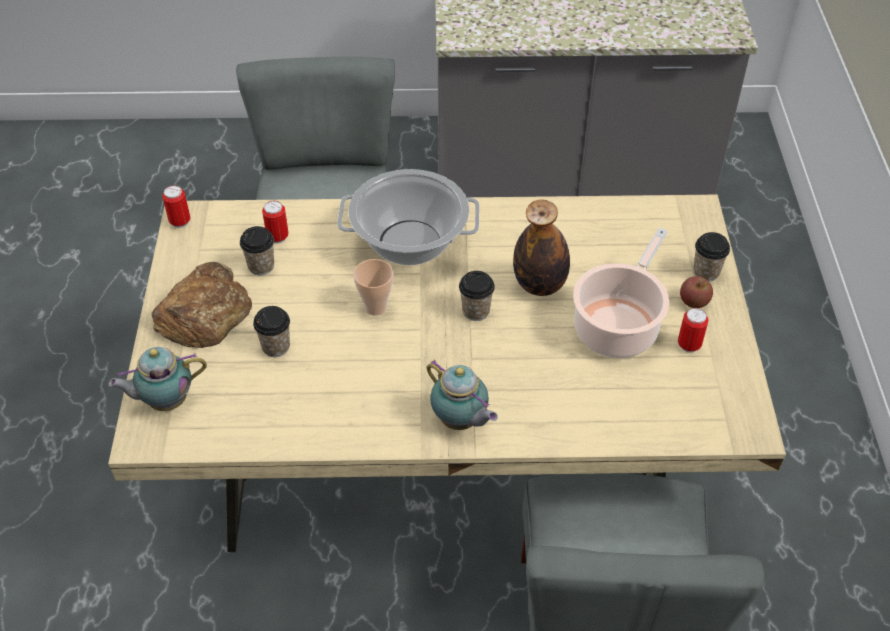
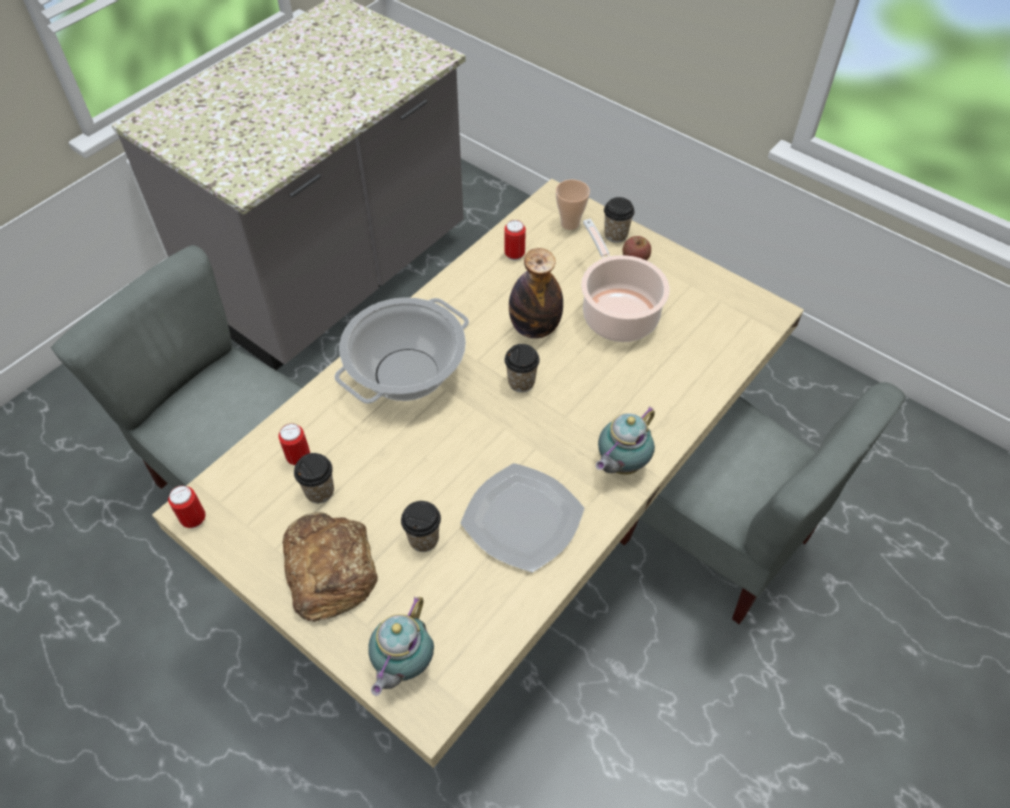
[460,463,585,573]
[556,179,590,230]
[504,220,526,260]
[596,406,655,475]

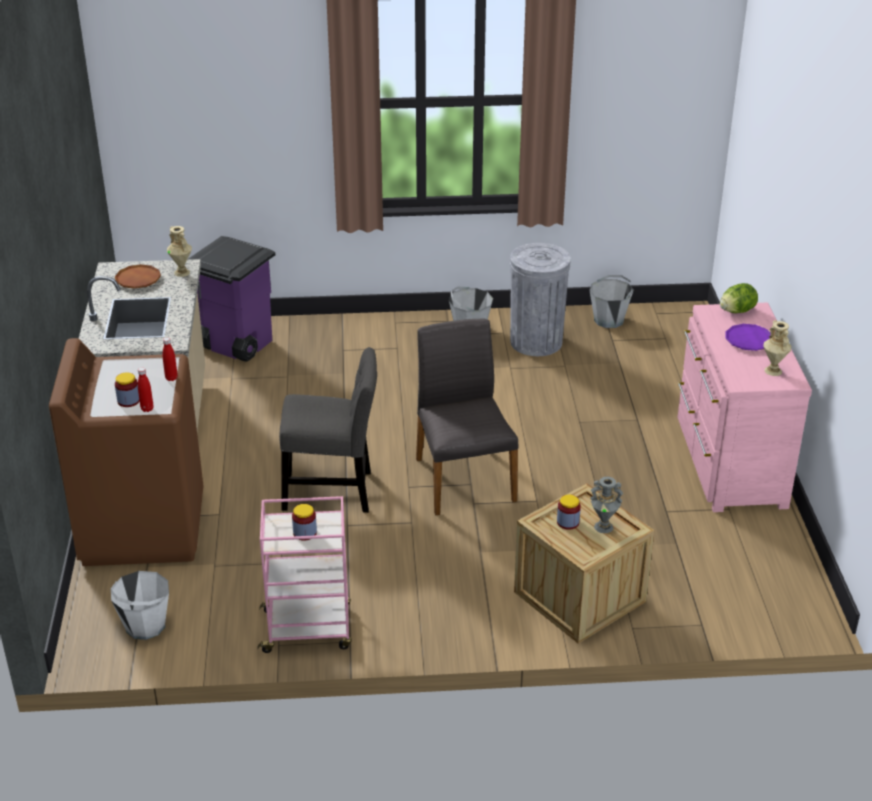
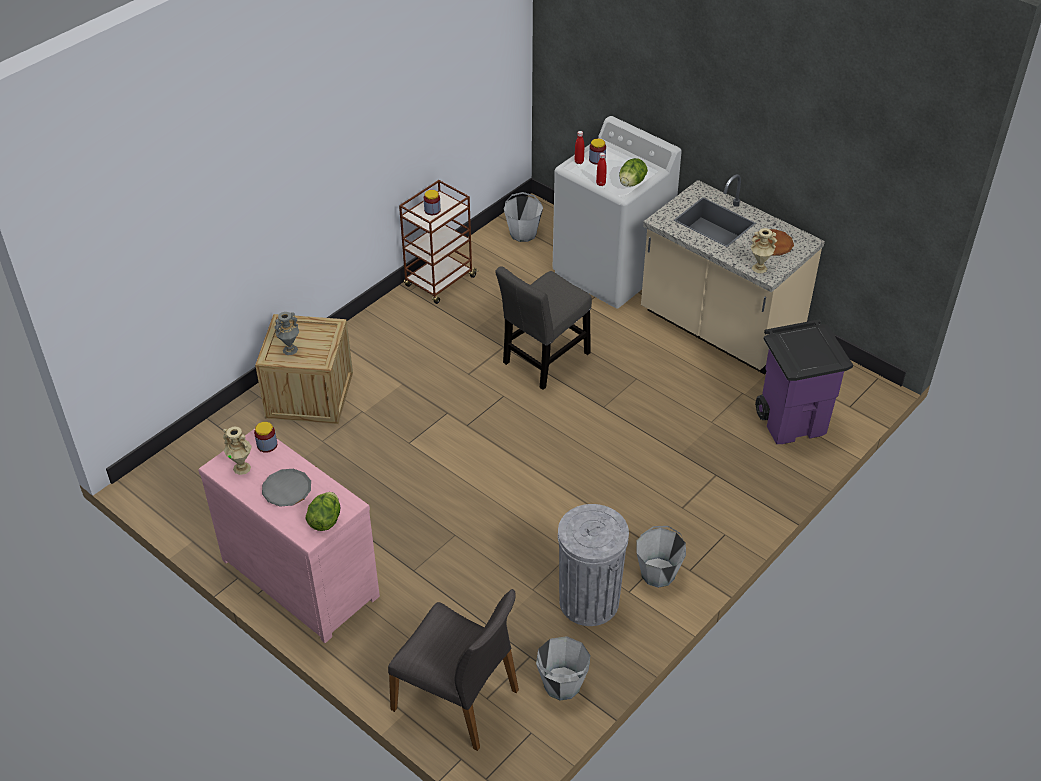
[619,158,648,186]
[388,589,519,751]
[254,422,277,453]
[553,116,681,308]
[399,180,479,304]
[262,469,311,506]

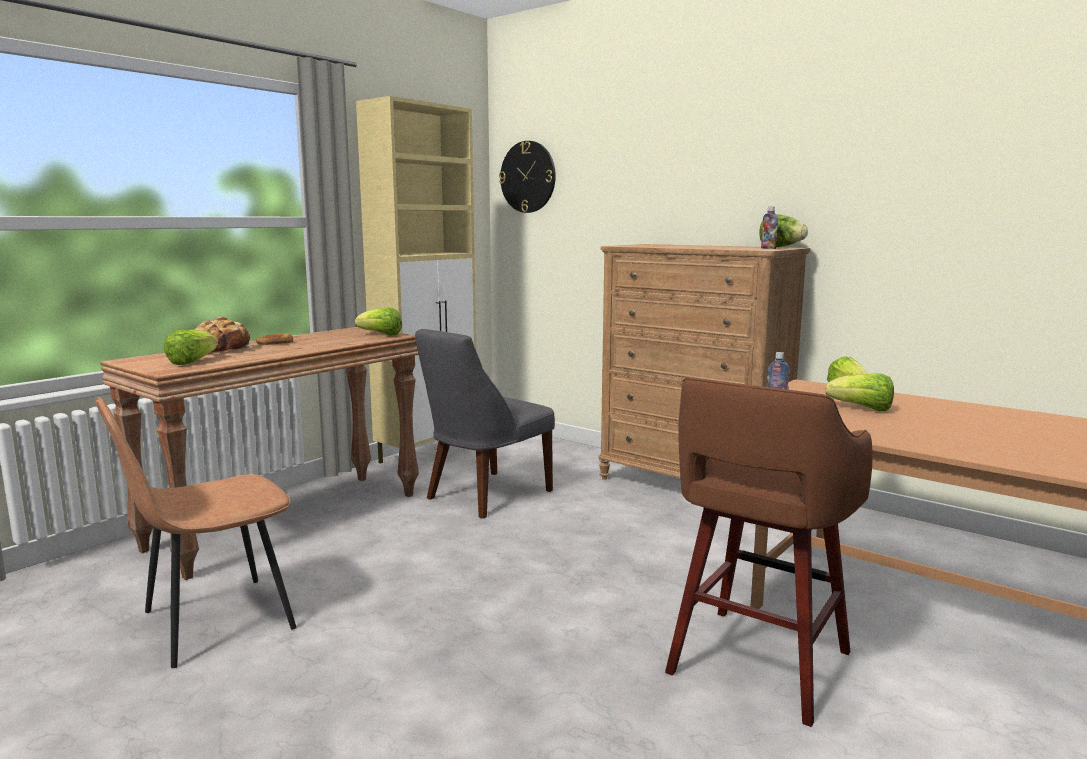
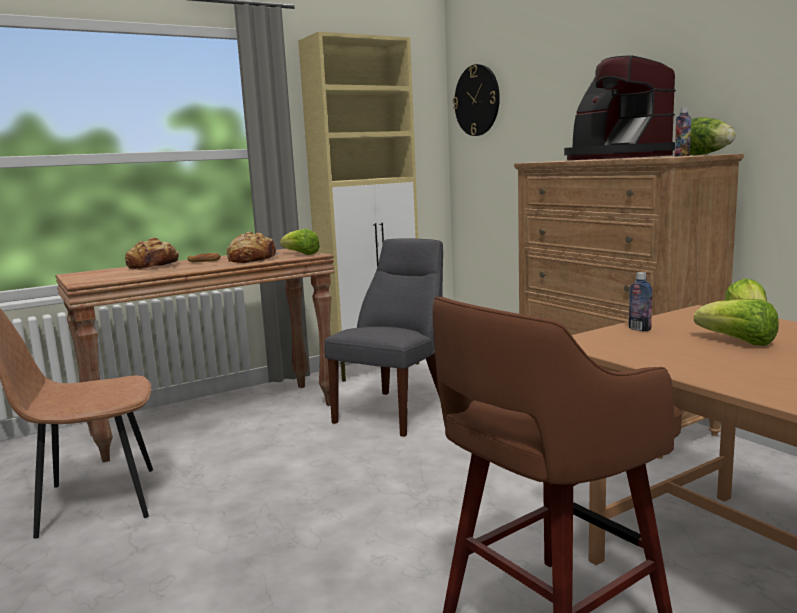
[164,329,218,365] (first image)
[227,232,280,263]
[564,55,676,160]
[324,238,443,437]

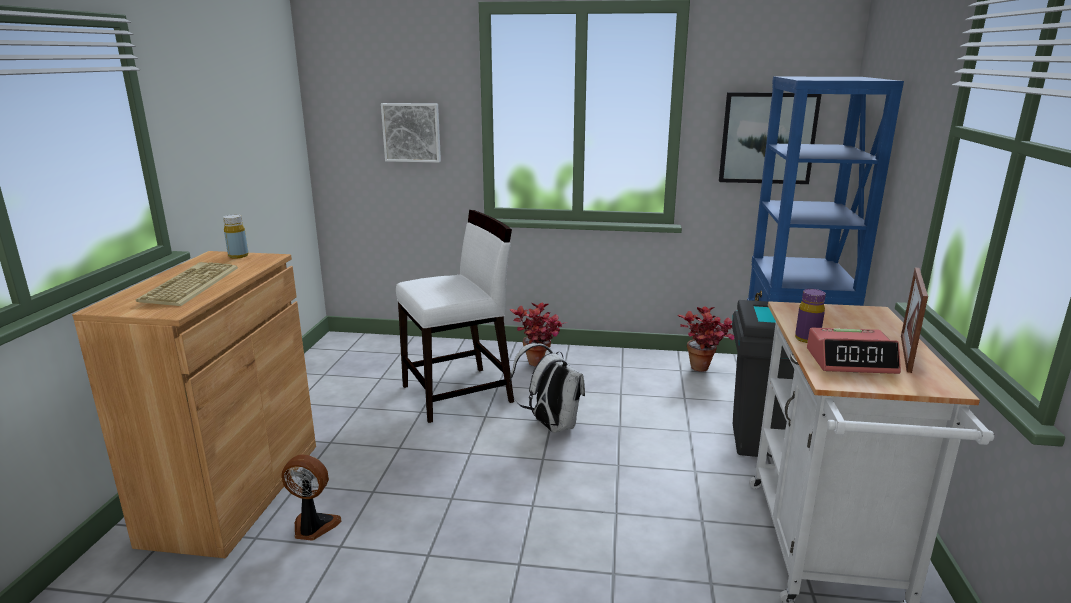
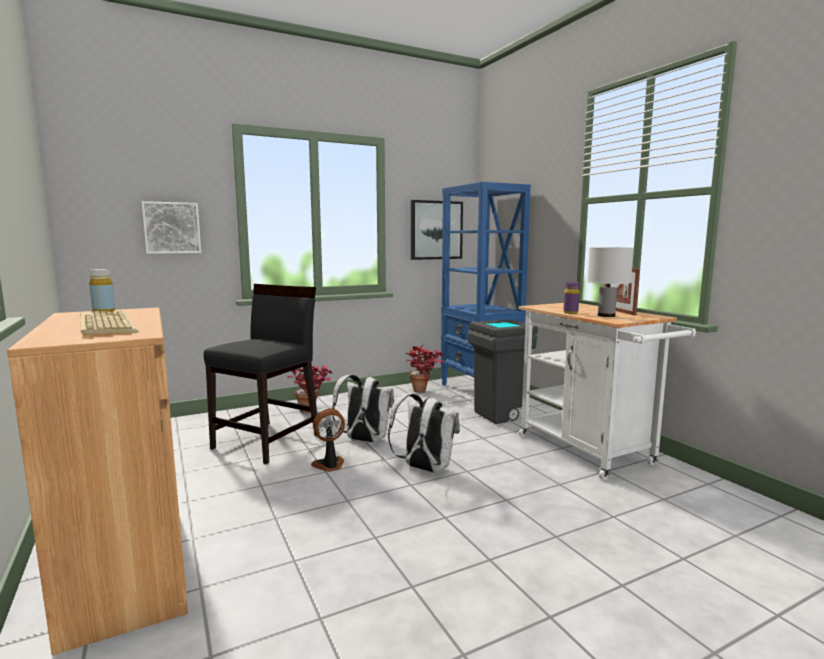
[388,393,460,473]
[311,408,345,472]
[587,247,634,317]
[204,284,320,464]

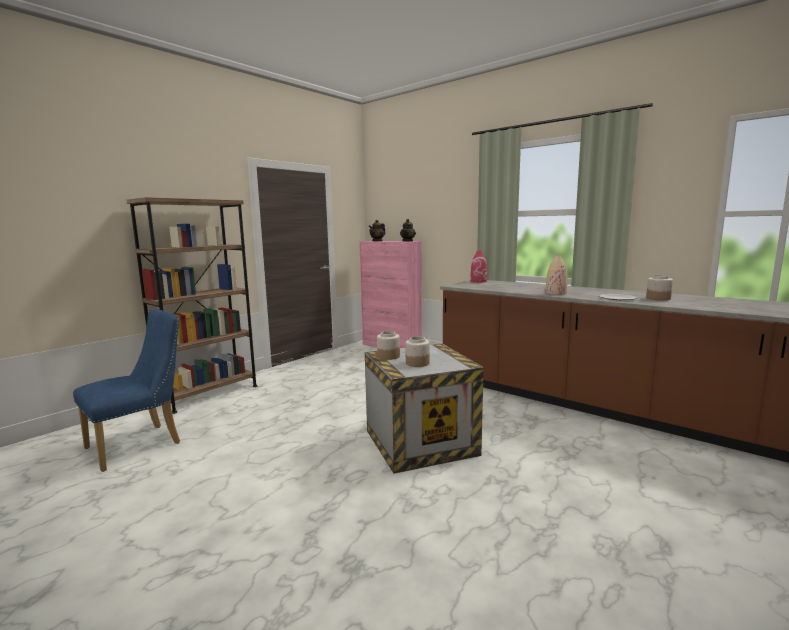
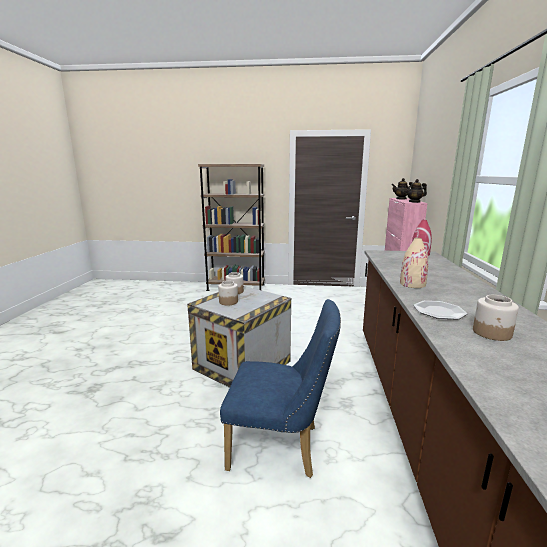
[220,299,341,478]

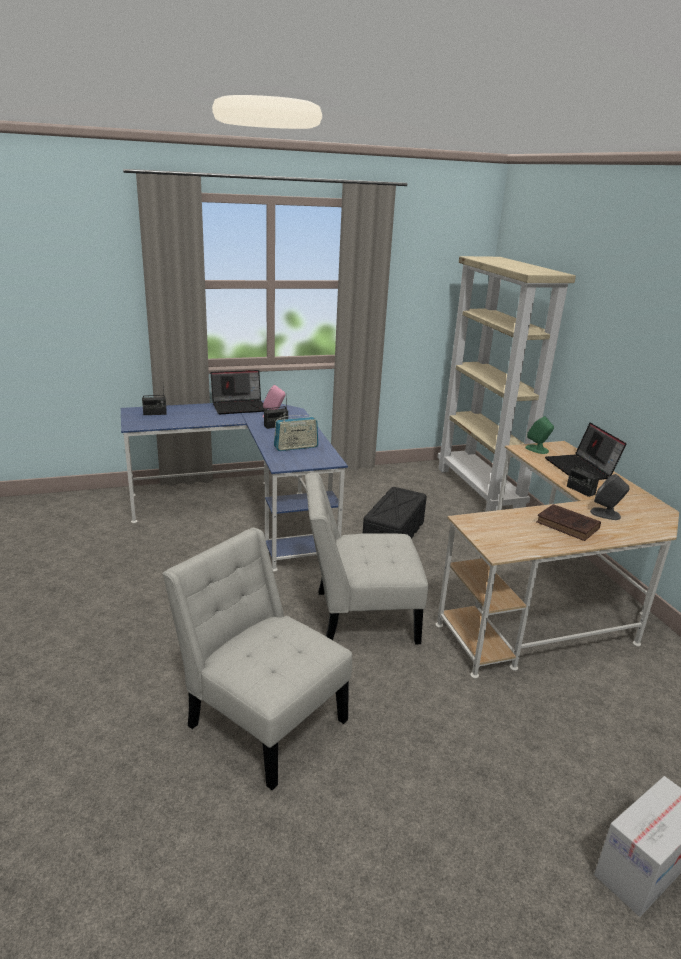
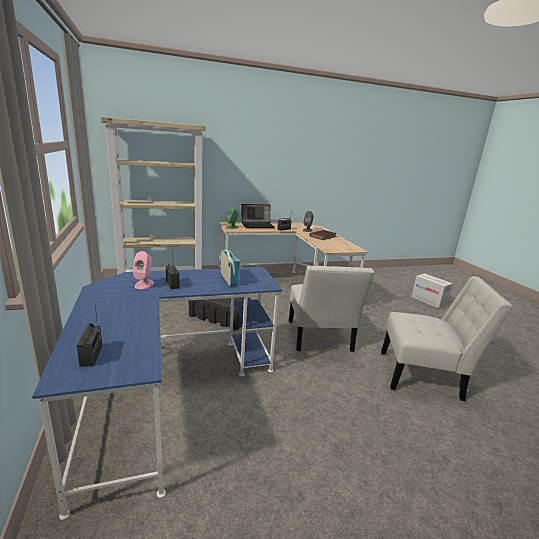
[211,370,265,414] (first image)
[381,276,513,401]

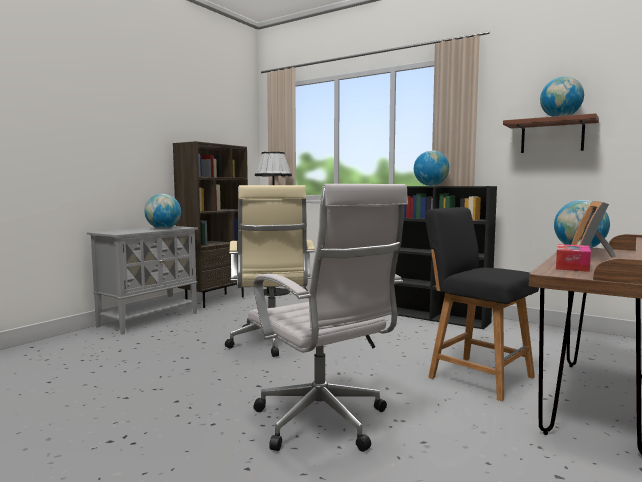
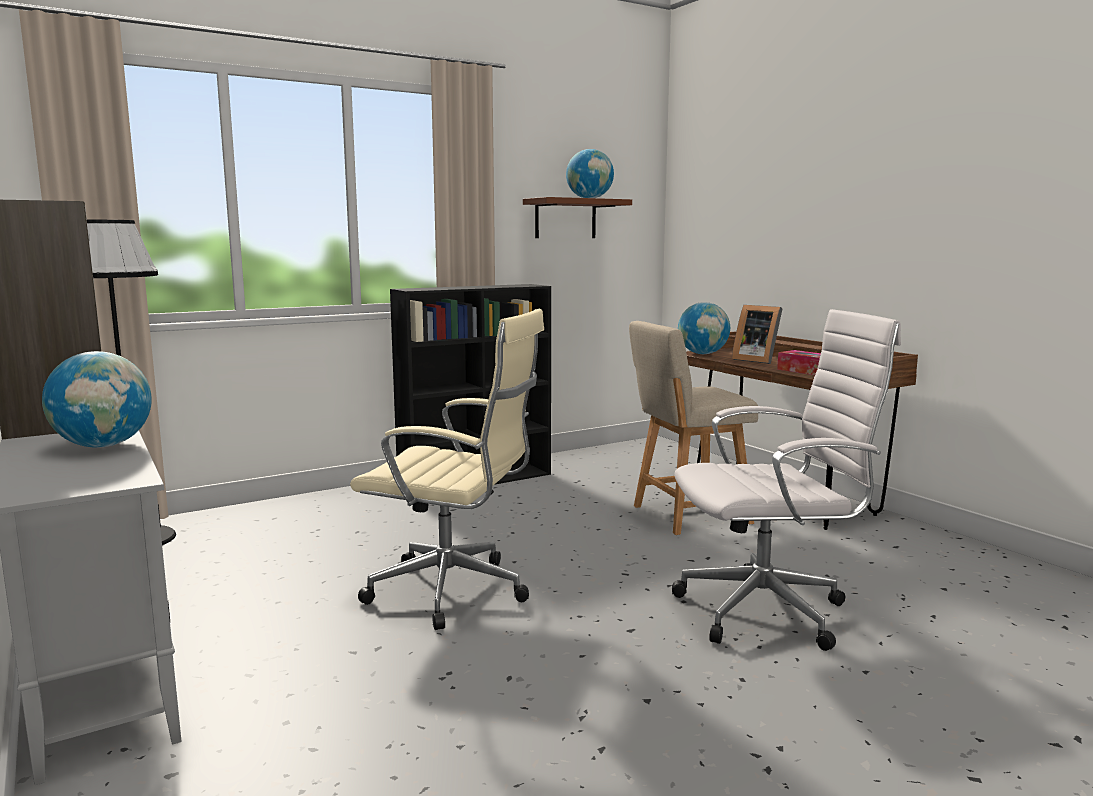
[414,150,449,186] (first image)
[629,321,758,535]

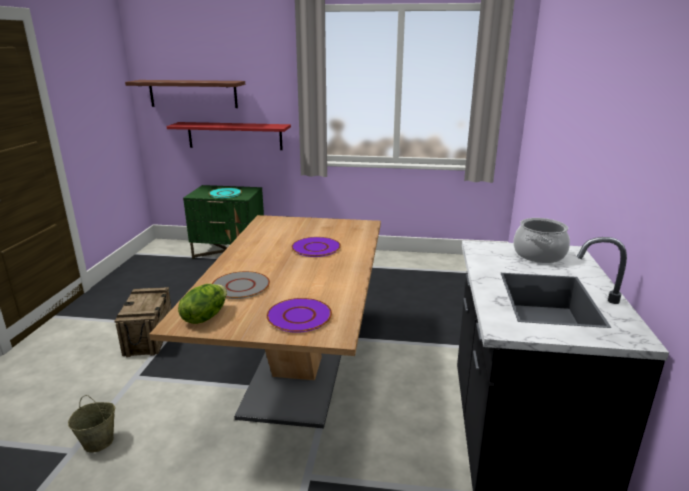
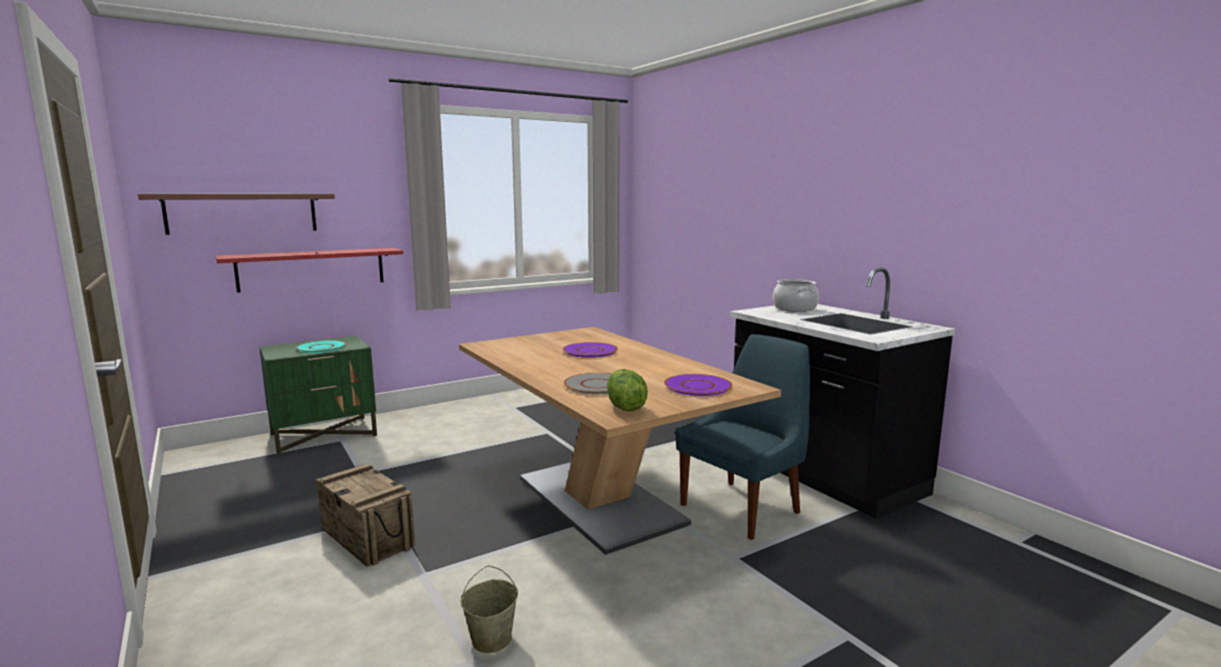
[676,334,810,540]

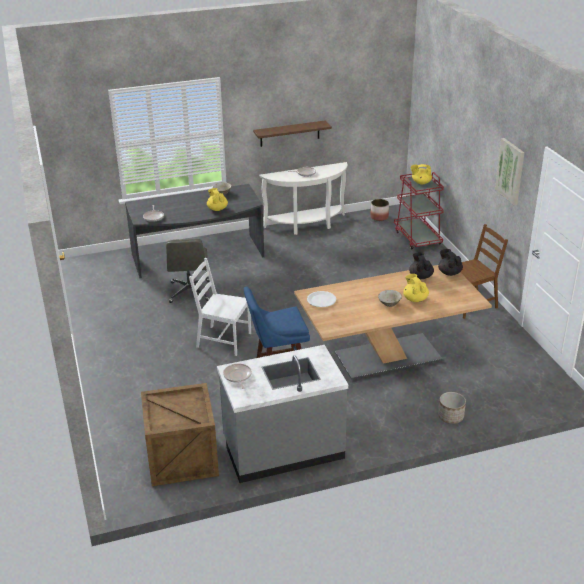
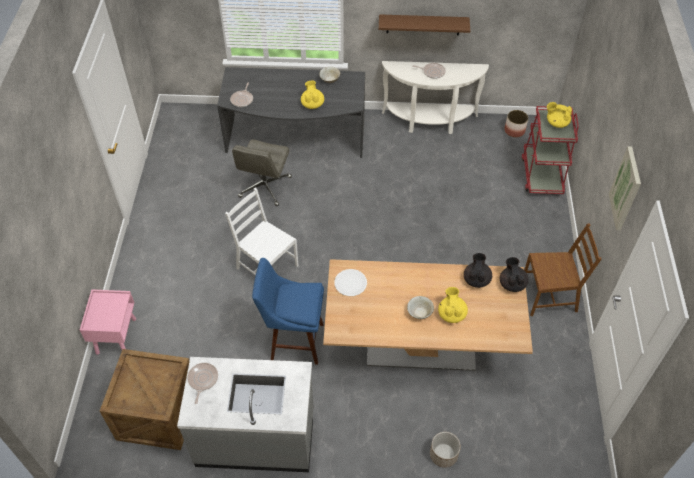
[80,289,136,355]

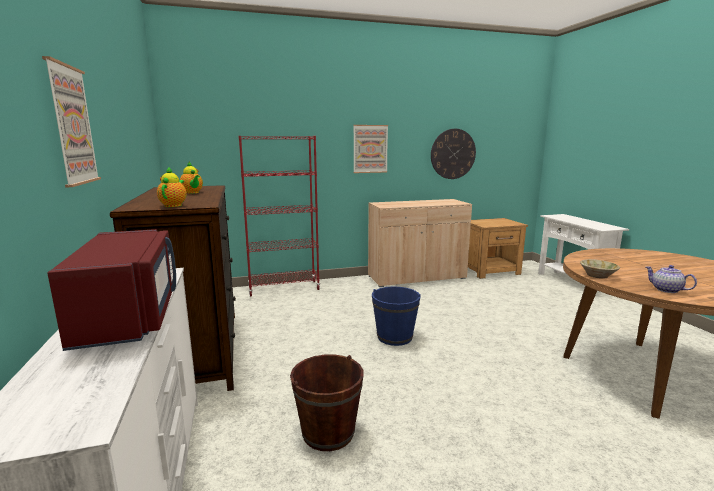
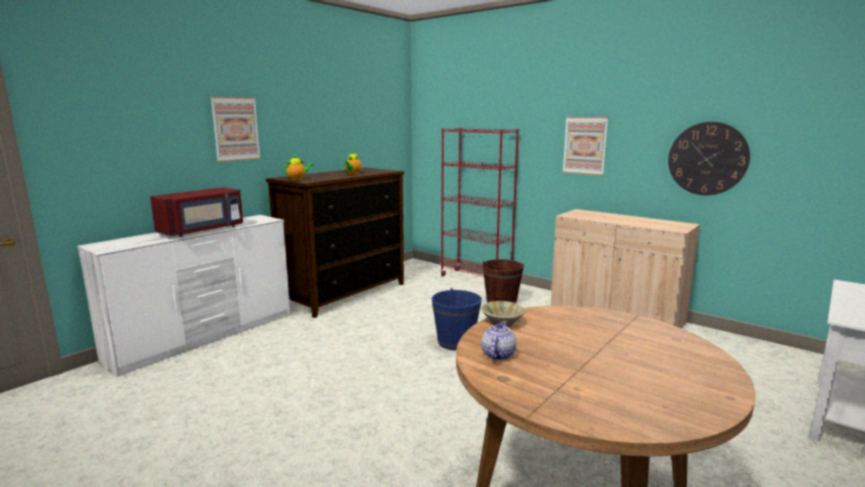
[468,218,528,279] (first image)
[482,259,524,303]

